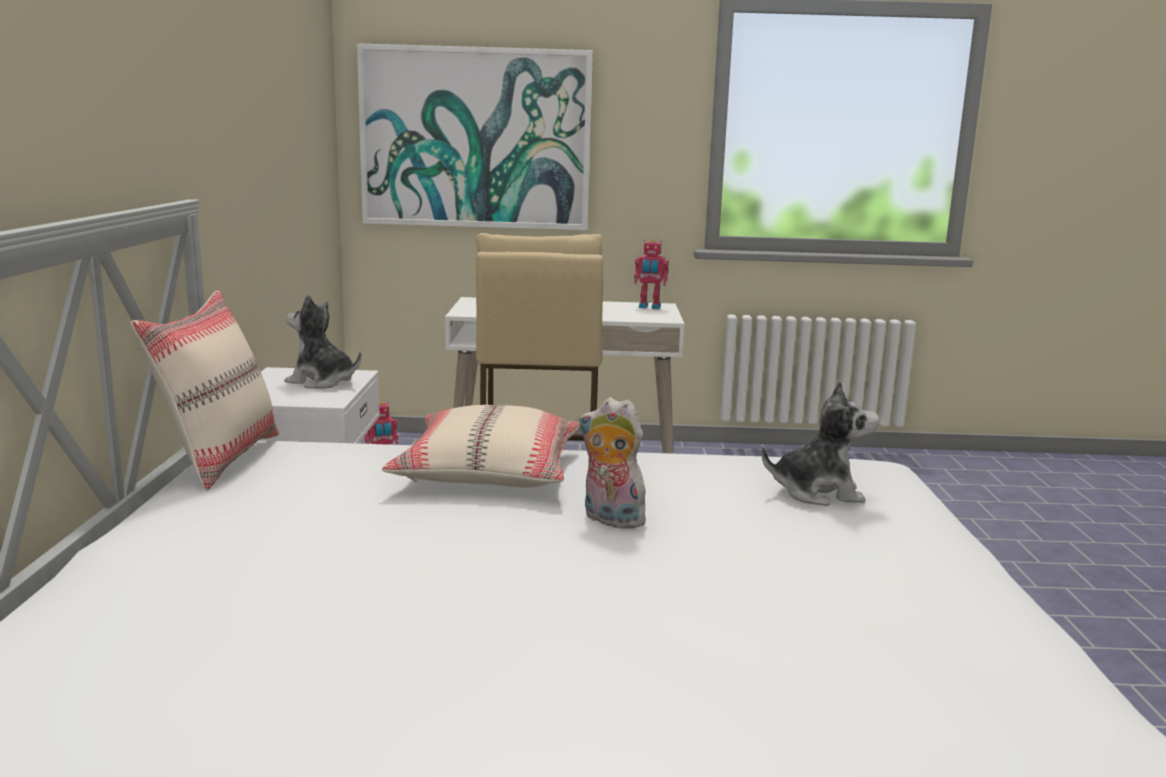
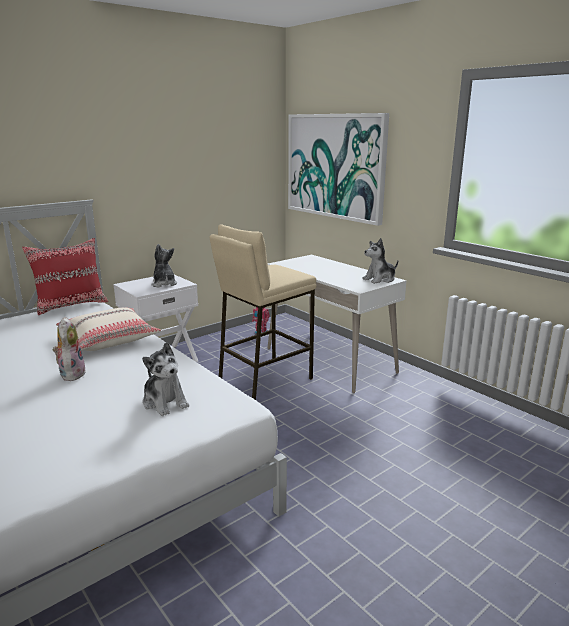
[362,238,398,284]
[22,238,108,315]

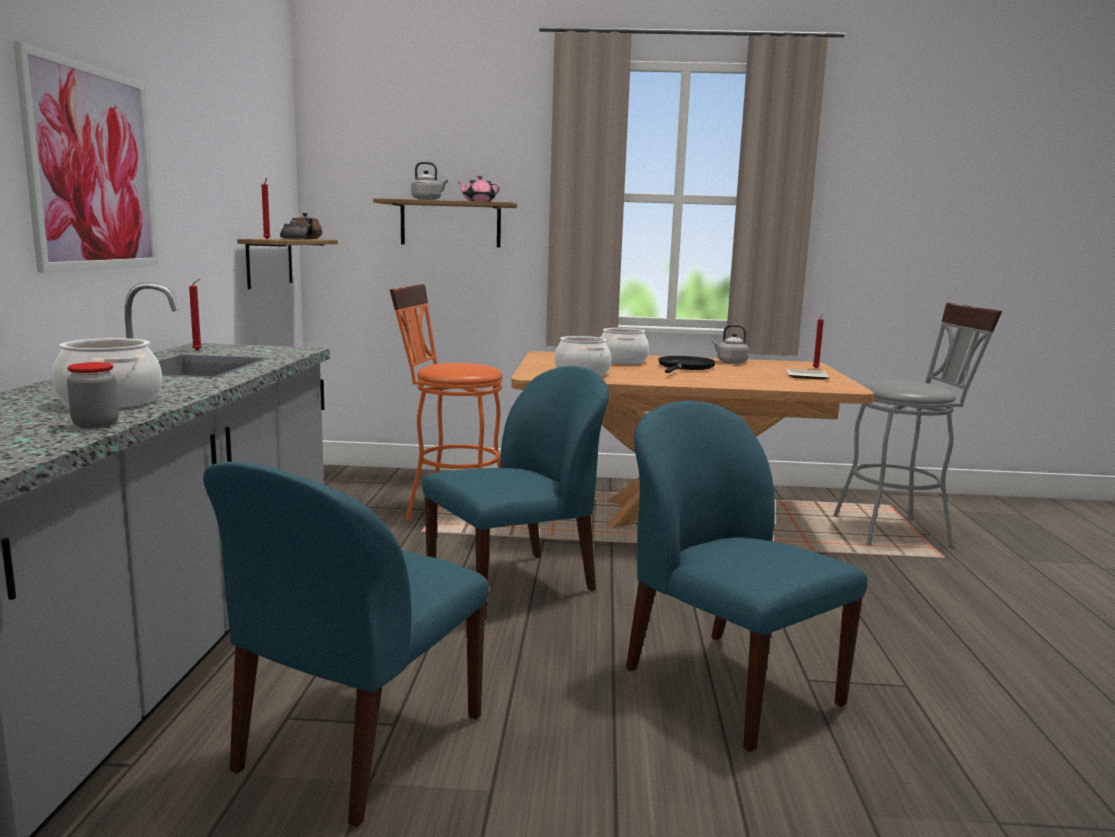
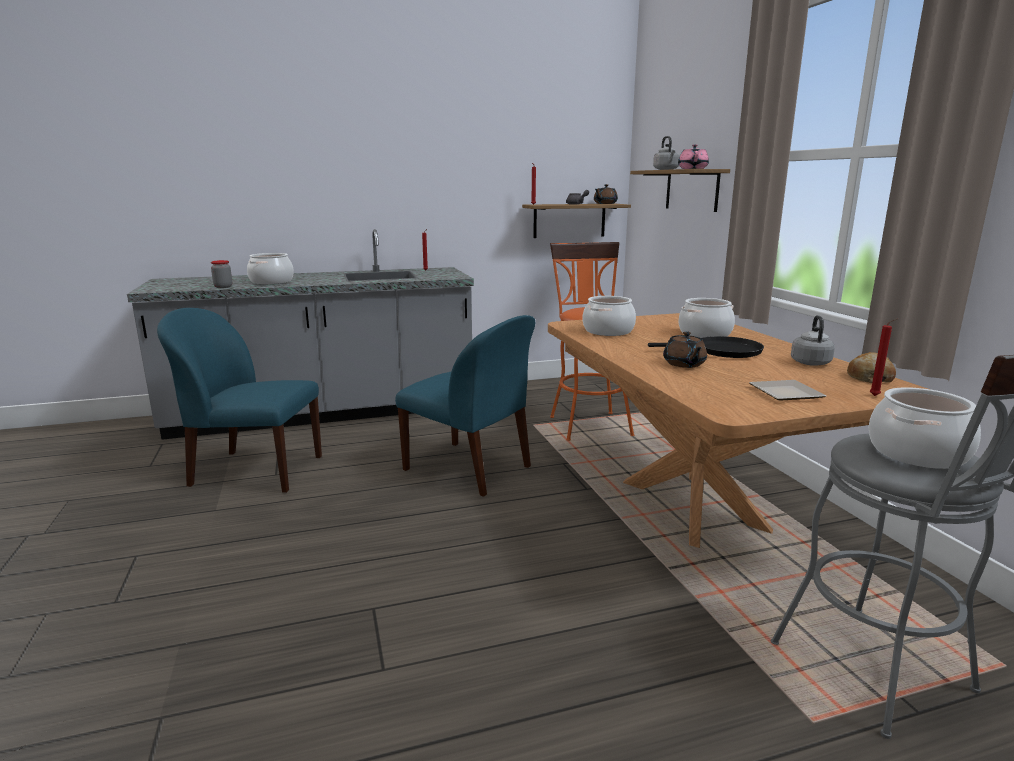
[13,41,158,272] (first image)
[626,401,868,752] (first image)
[663,331,707,368]
[847,352,896,383]
[869,387,981,469]

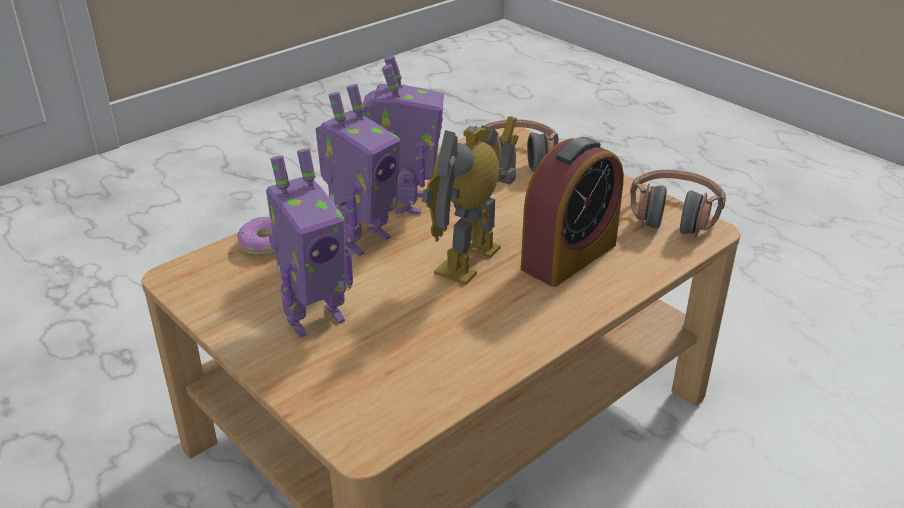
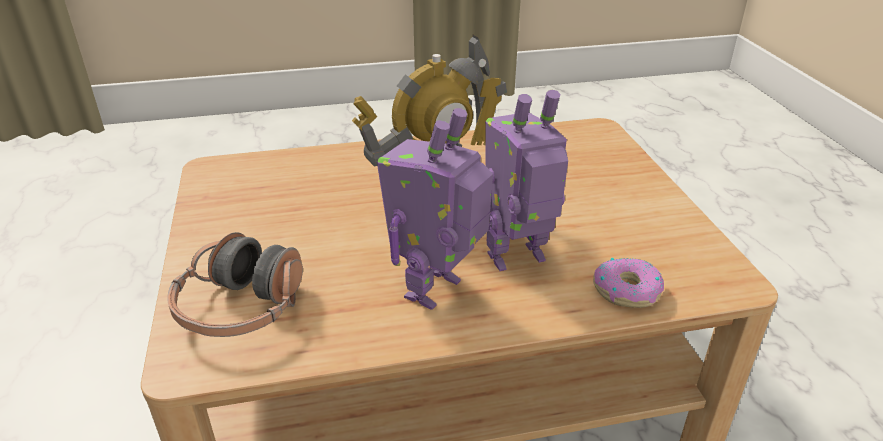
[266,148,353,337] (first image)
[521,137,624,287] (first image)
[630,170,726,237] (first image)

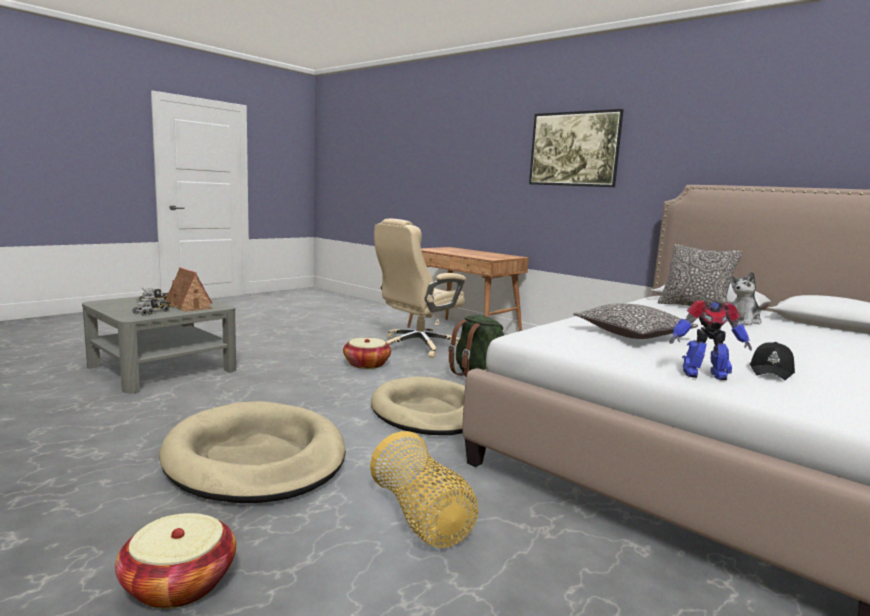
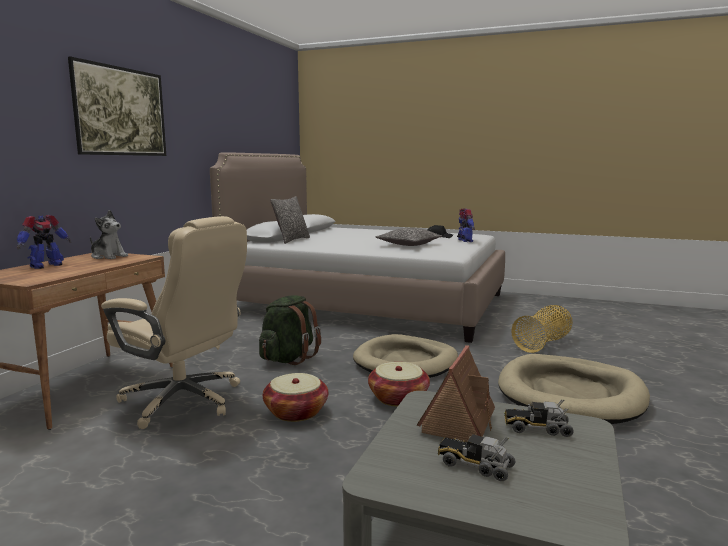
[17,215,72,269]
[368,362,430,407]
[90,210,128,259]

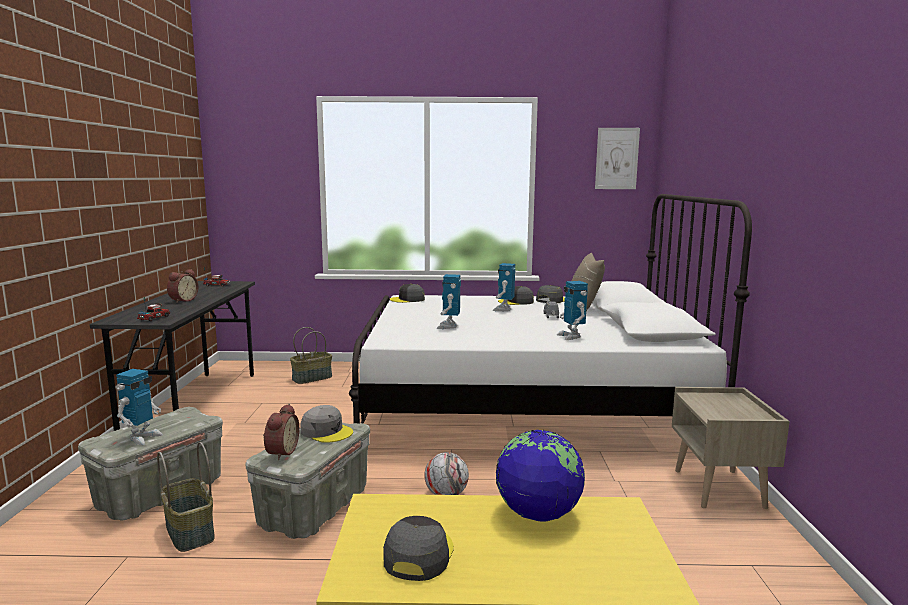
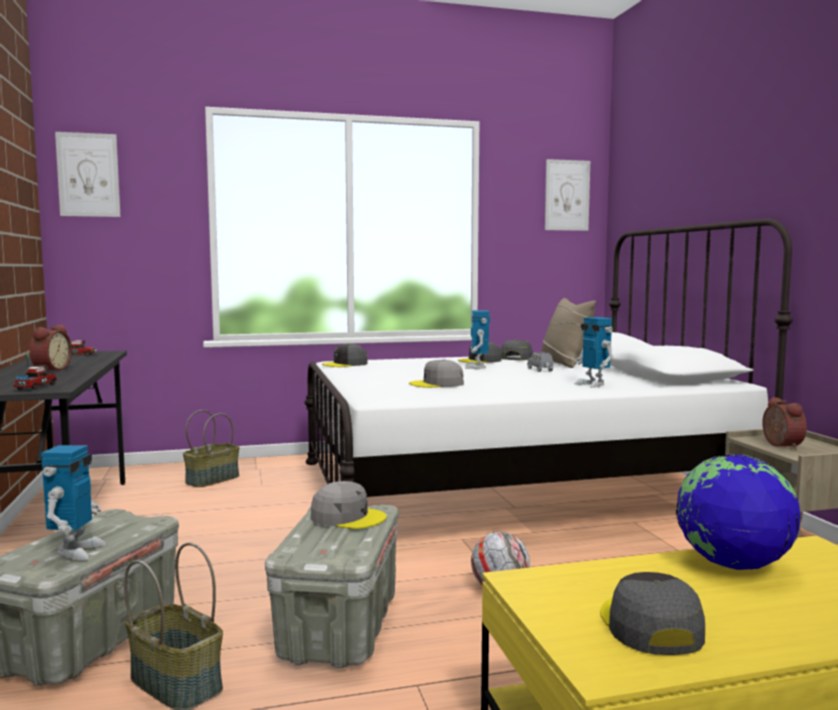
[55,132,120,217]
[762,397,807,450]
[409,359,464,388]

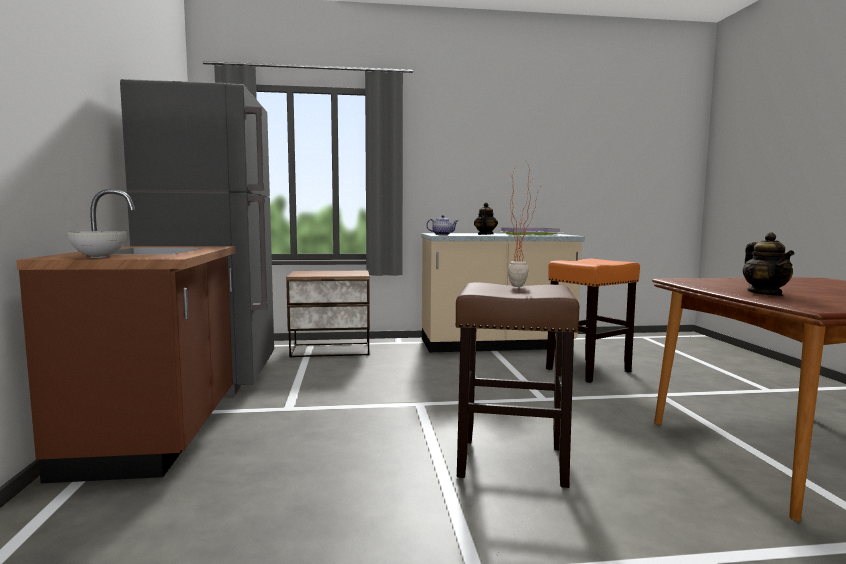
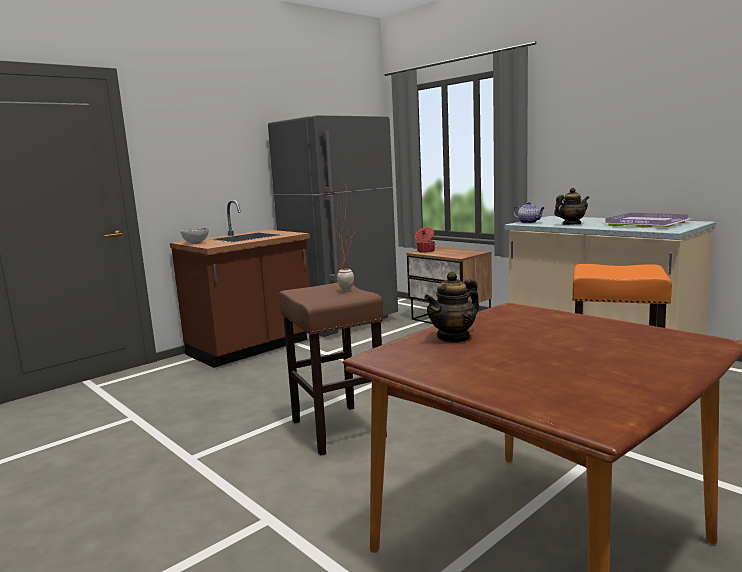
[415,227,435,253]

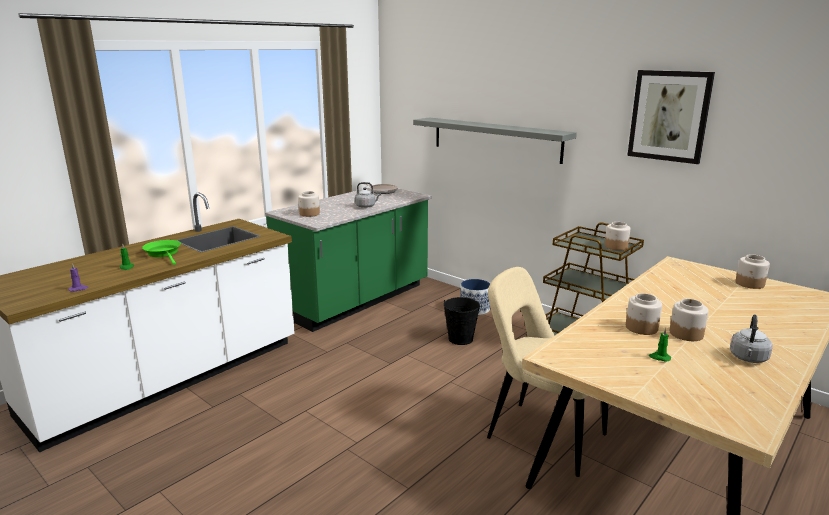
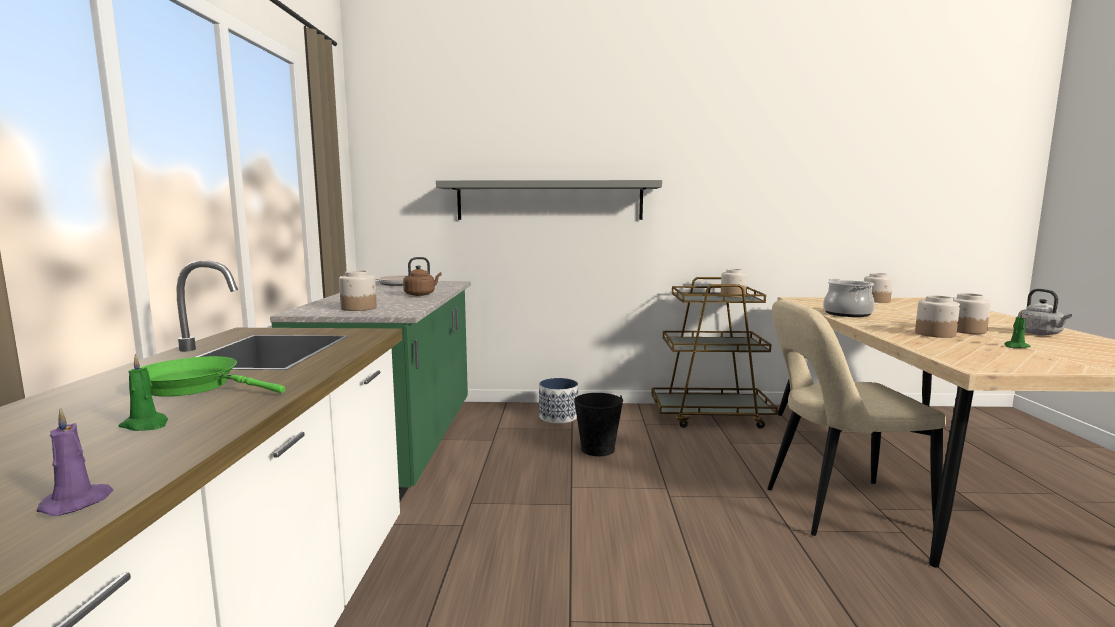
[627,70,715,164] (first image)
[823,279,875,317]
[403,257,442,296]

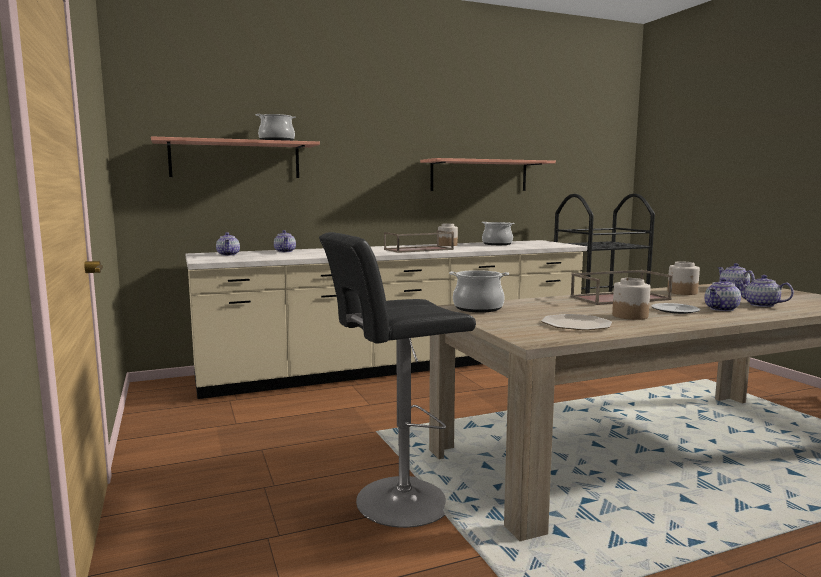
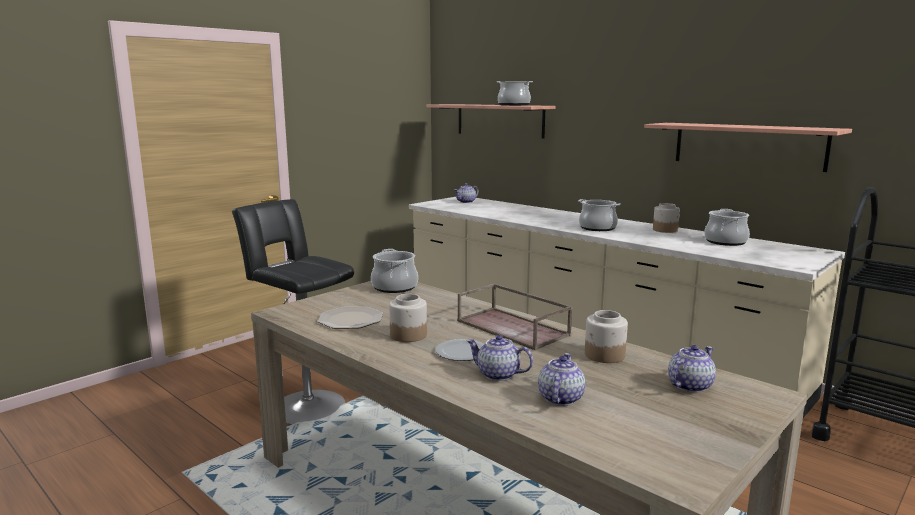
[274,230,296,252] (first image)
[578,199,621,231]

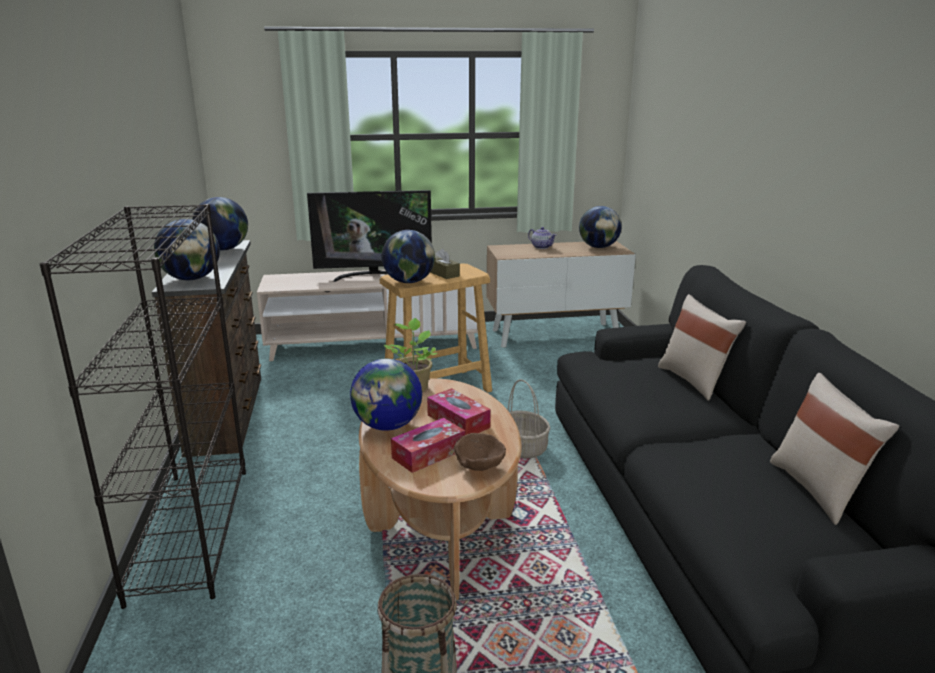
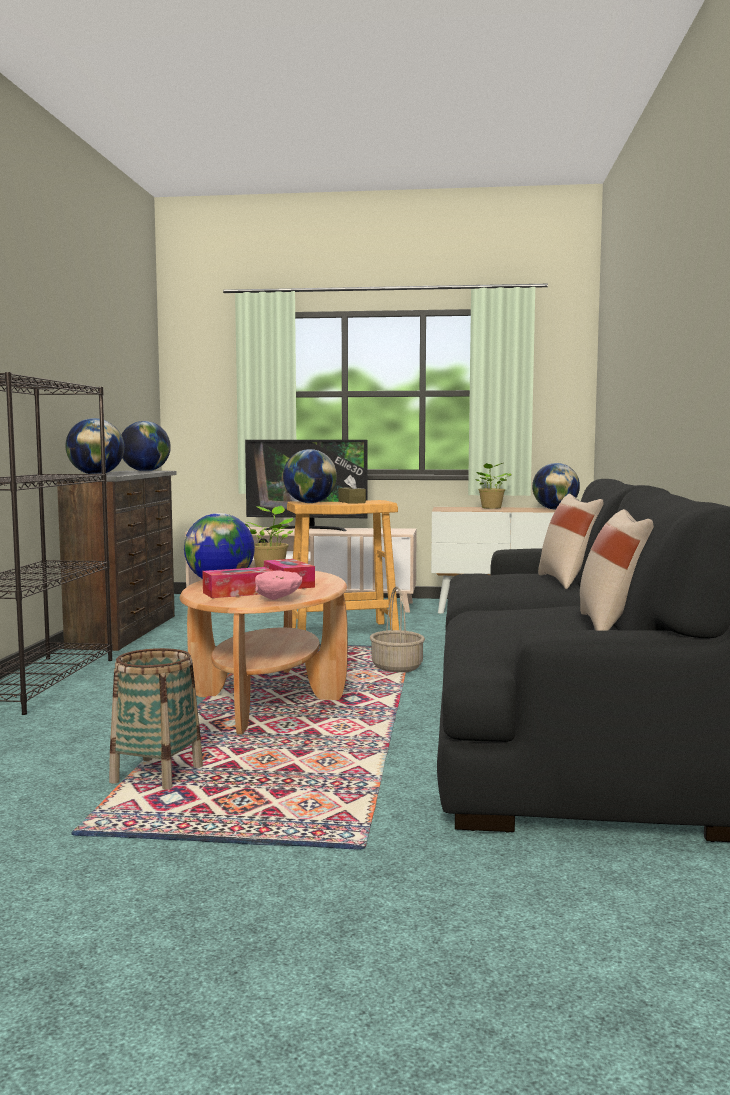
[476,463,511,509]
[255,570,302,600]

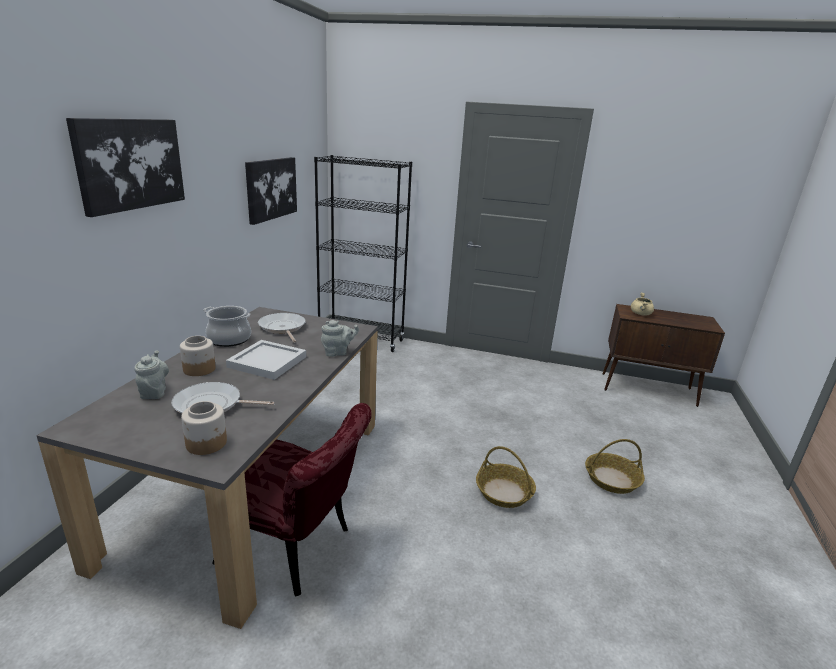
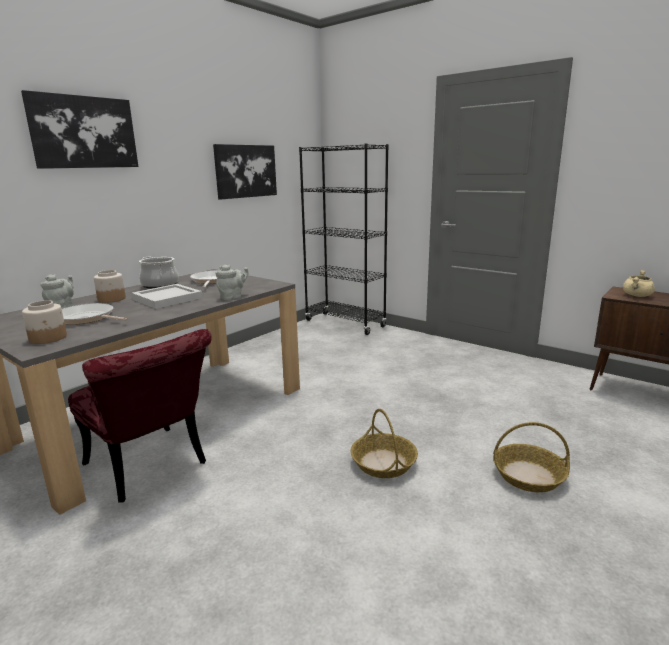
[215,265,249,300]

